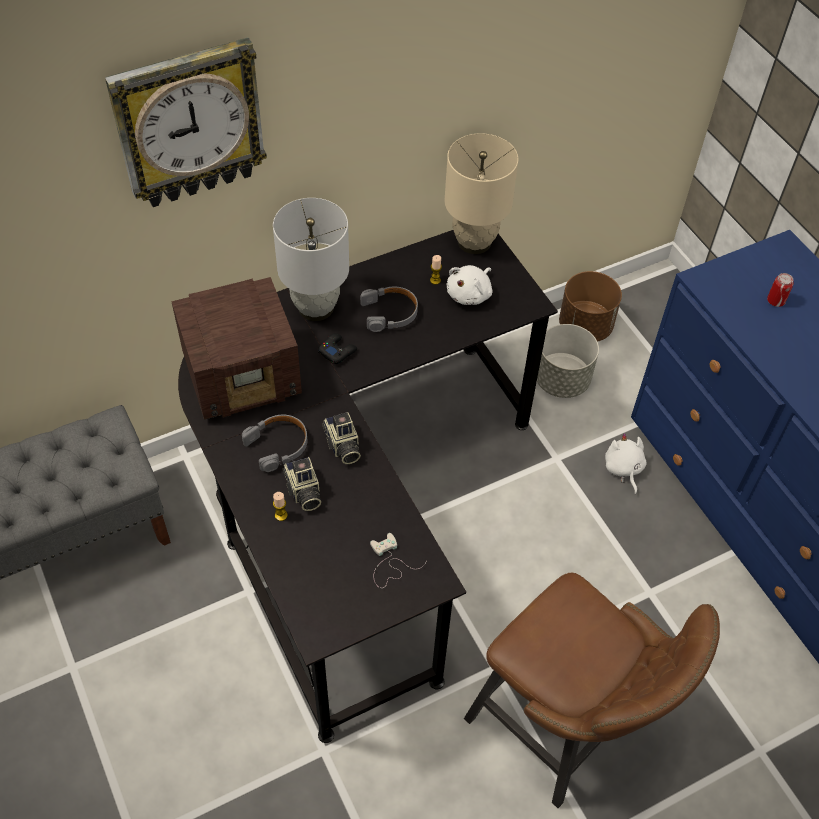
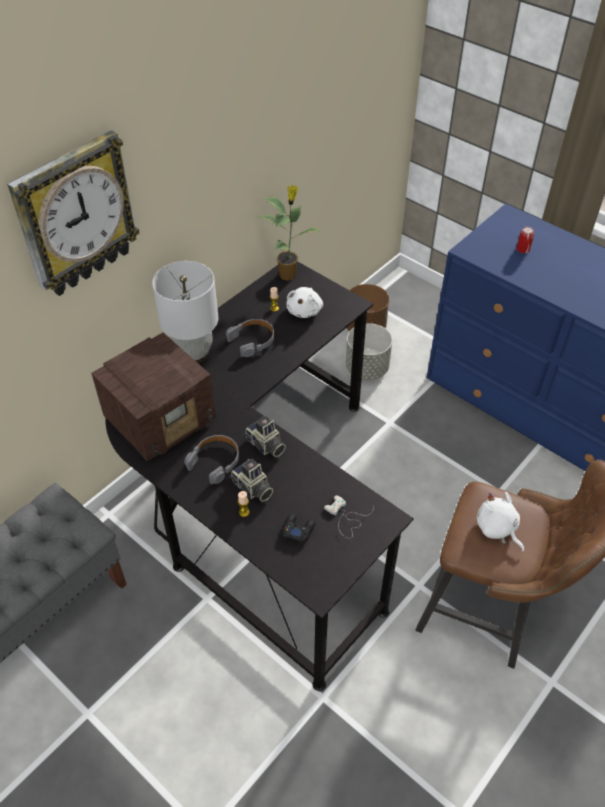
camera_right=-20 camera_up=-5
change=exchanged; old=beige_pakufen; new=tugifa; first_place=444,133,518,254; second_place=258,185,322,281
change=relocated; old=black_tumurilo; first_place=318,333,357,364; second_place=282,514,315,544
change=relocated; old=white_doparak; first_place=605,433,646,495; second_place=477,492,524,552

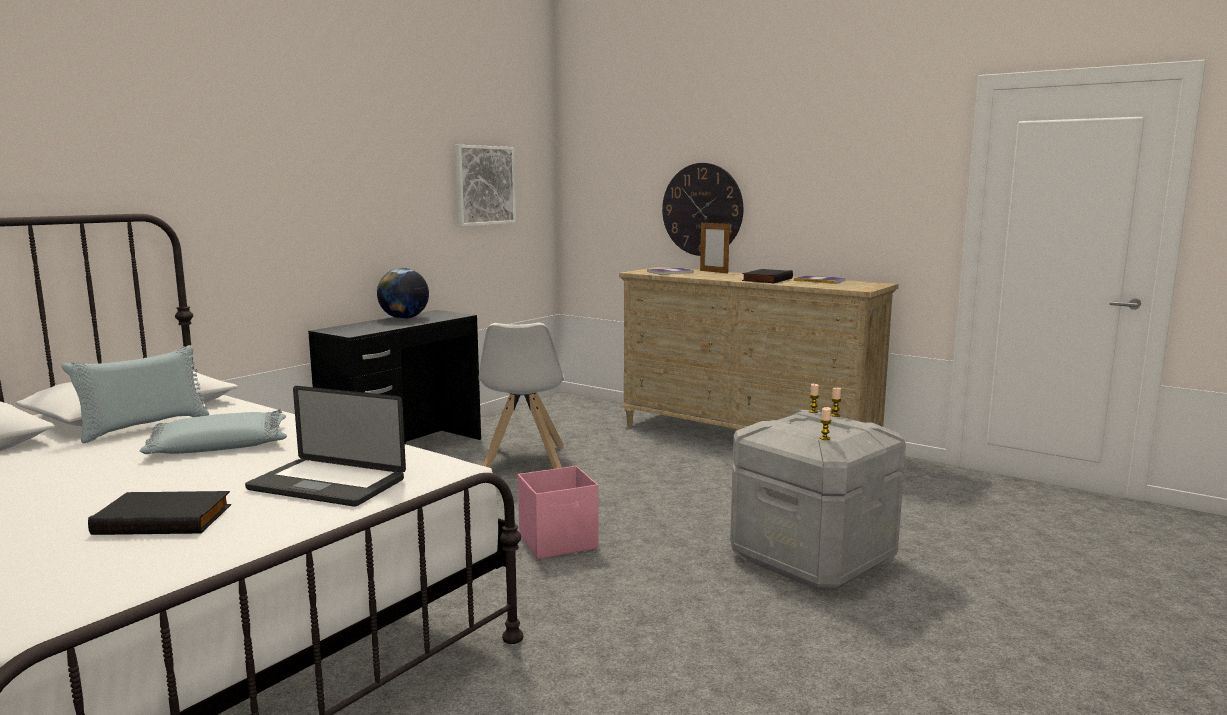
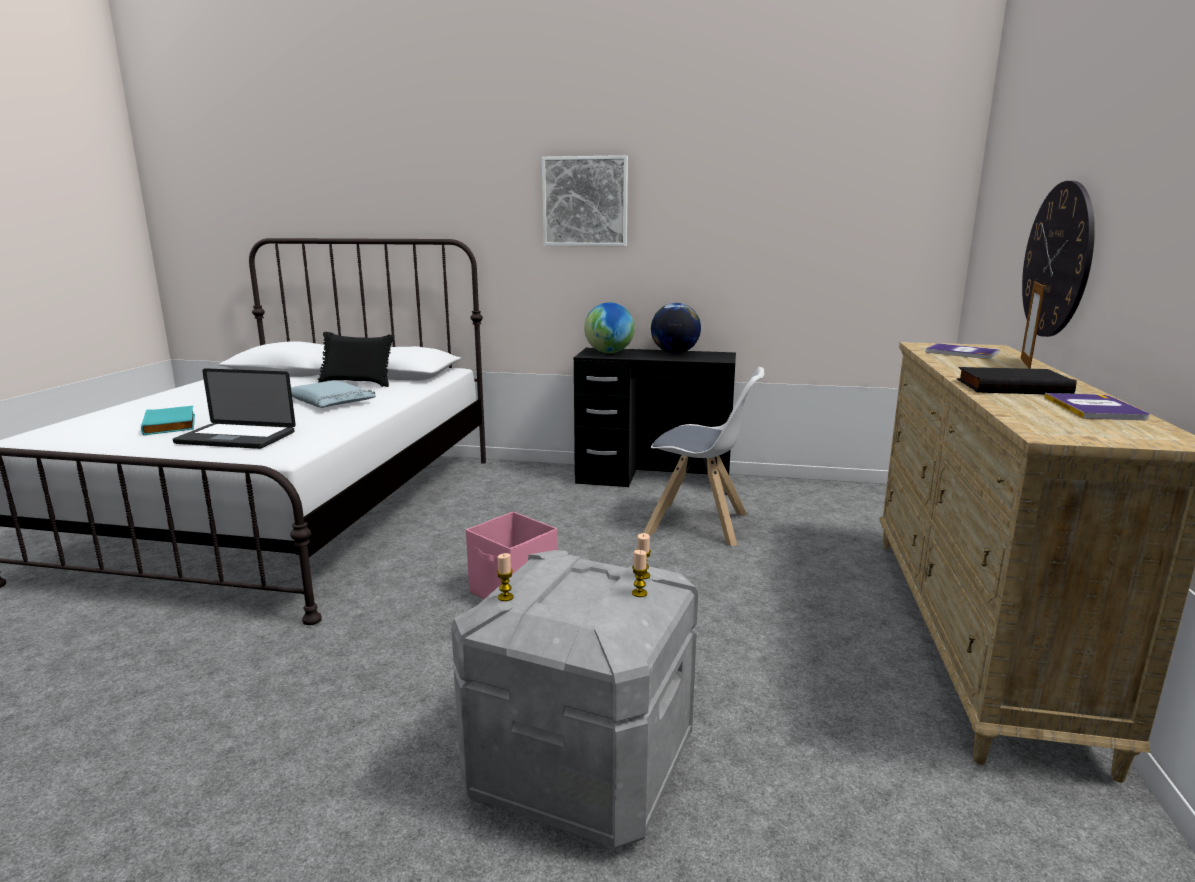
camera_right=65 camera_up=5
change=relocated; old=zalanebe; first_place=455,145,516,226; second_place=542,155,628,247
change=spun; old=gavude; first_place=478,323,565,469; second_place=643,367,764,546; degrees=-135
change=colour; old=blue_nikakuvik; new=black_nikakuvik; first_place=62,345,209,443; second_place=318,332,395,387
change=spun; old=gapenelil; first_place=245,386,406,507; second_place=173,368,296,449; degrees=-75
change=colour; old=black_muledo; new=turquoise_muledo; first_place=88,491,231,535; second_place=141,406,195,436
change=appeared; new=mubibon; second_place=584,302,635,353

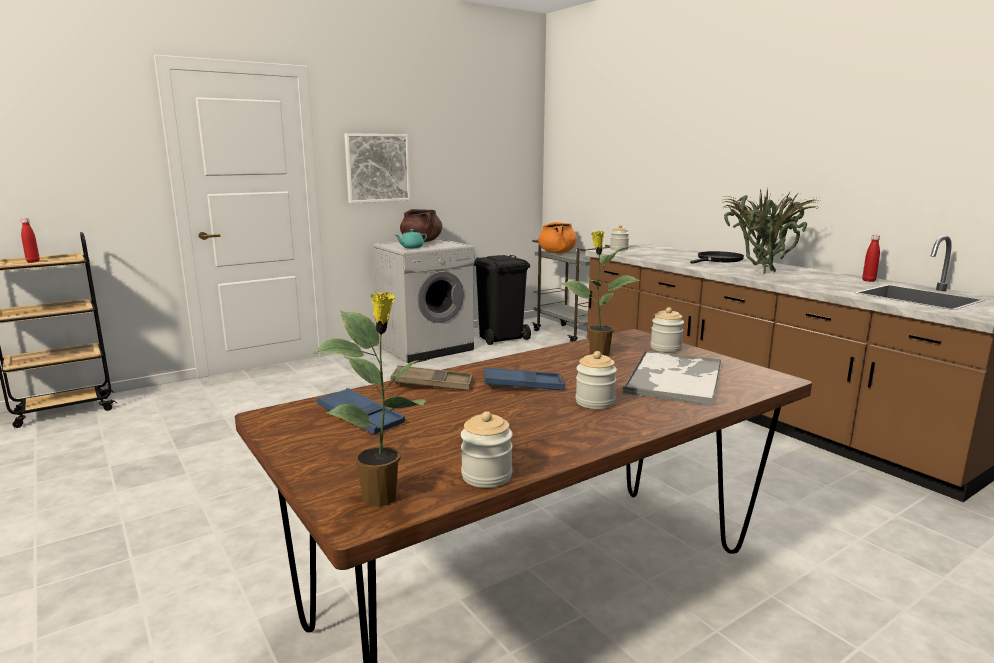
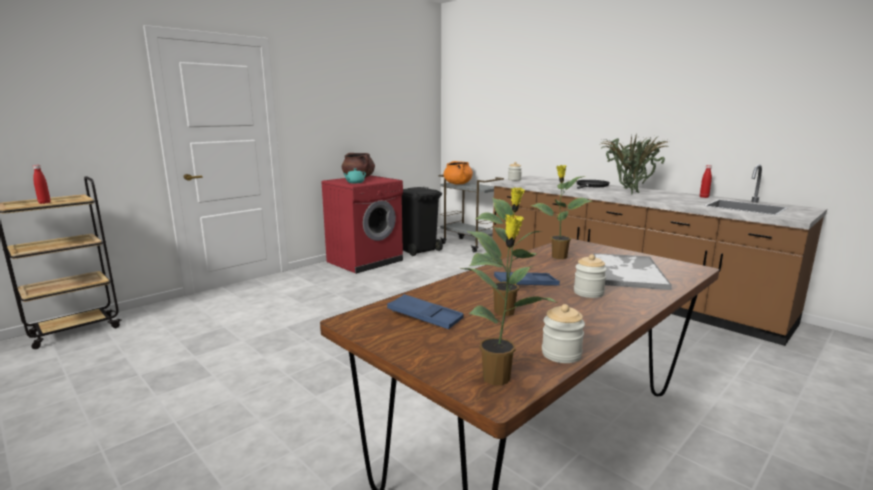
camera_right=-10 camera_up=0
change=missing; old=zalanebe; first_place=344,133,410,203
change=colour; old=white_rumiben; new=red_rumiben; first_place=373,238,475,363; second_place=322,175,403,274
change=missing; old=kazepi; first_place=650,307,684,352
change=missing; old=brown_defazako; first_place=391,365,473,390
change=appeared; new=tugifa; second_place=475,187,543,316

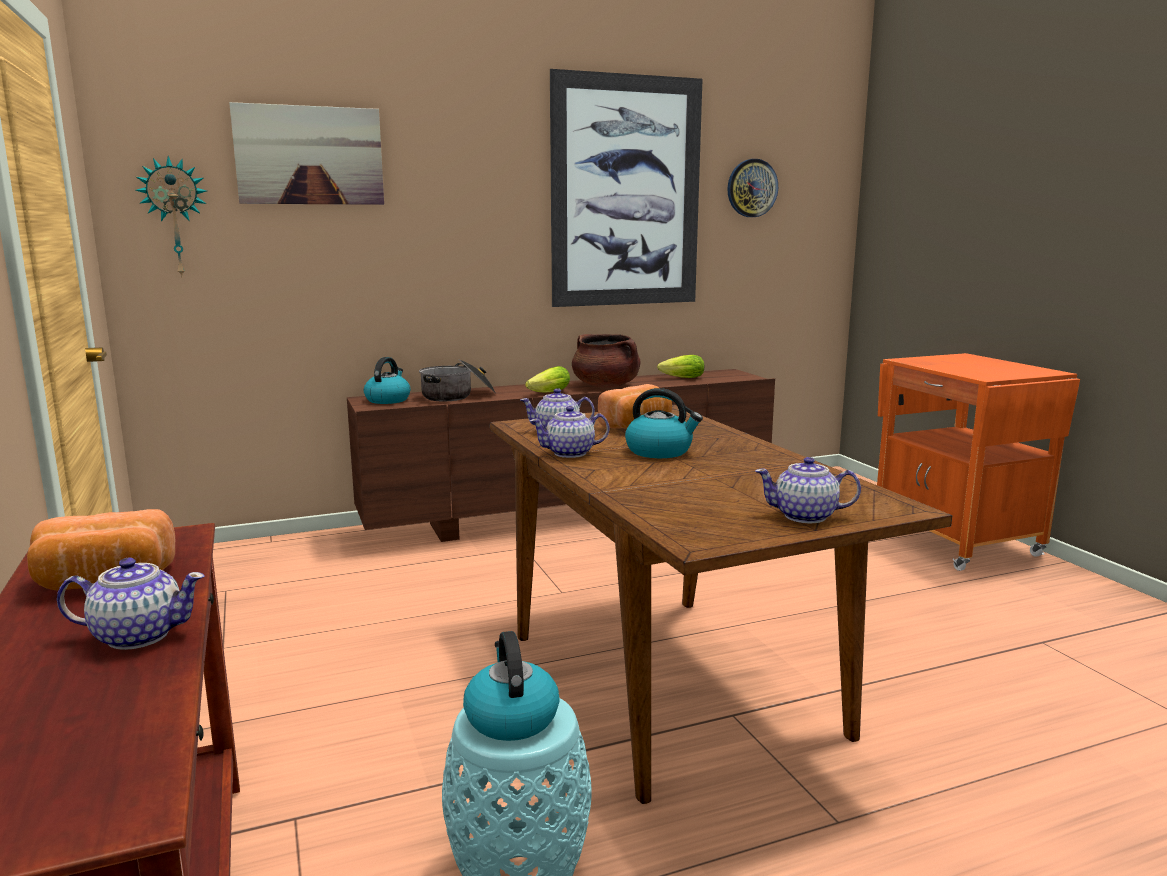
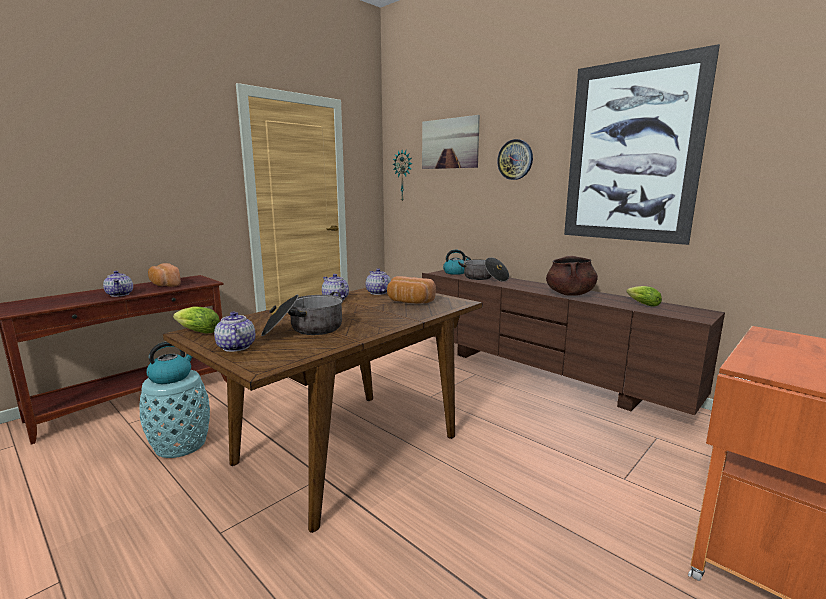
camera_right=65 camera_up=0
change=relocated; old=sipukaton; first_place=728,159,778,217; second_place=497,139,533,180
change=relocated; old=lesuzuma; first_place=525,366,570,392; second_place=173,307,220,334
change=missing; old=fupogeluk; first_place=625,388,703,458
change=appeared; new=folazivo; second_place=261,292,343,336

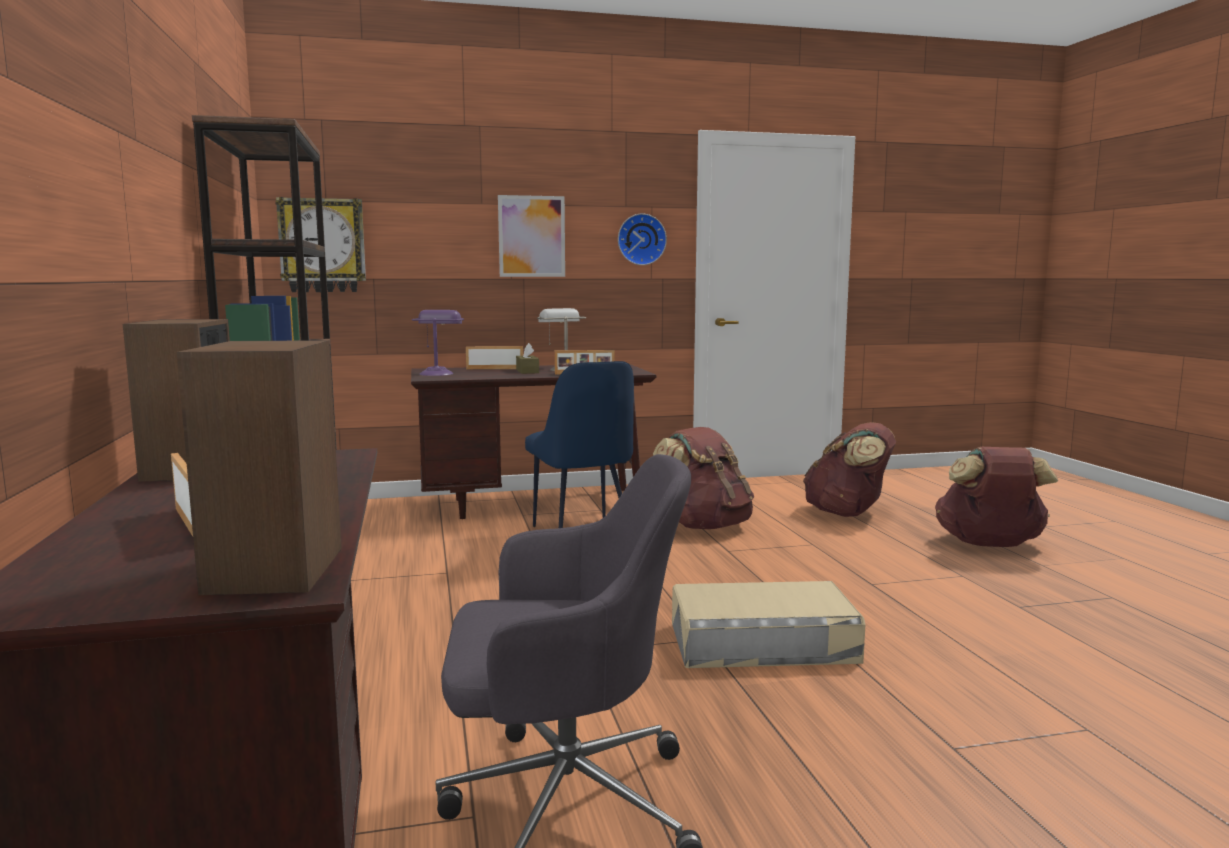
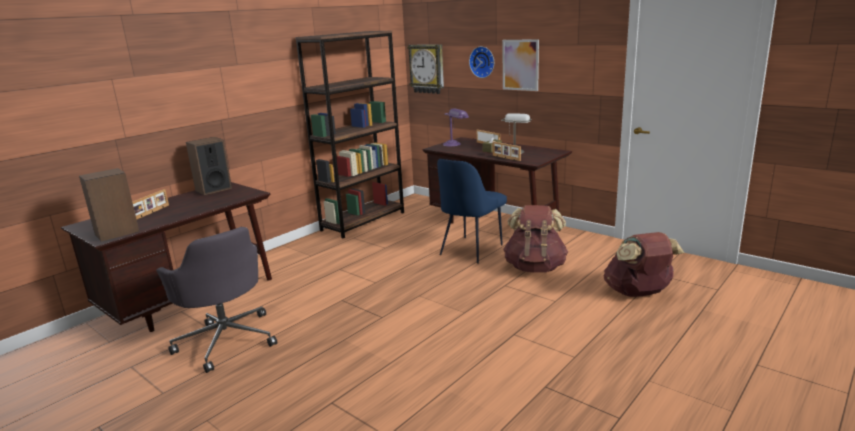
camera_right=55 camera_up=10
change=relocated; old=sipukaton; first_place=618,213,667,265; second_place=469,46,494,78
change=missing; old=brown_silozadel; first_place=935,447,1058,547
change=missing; old=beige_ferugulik; first_place=672,581,865,668

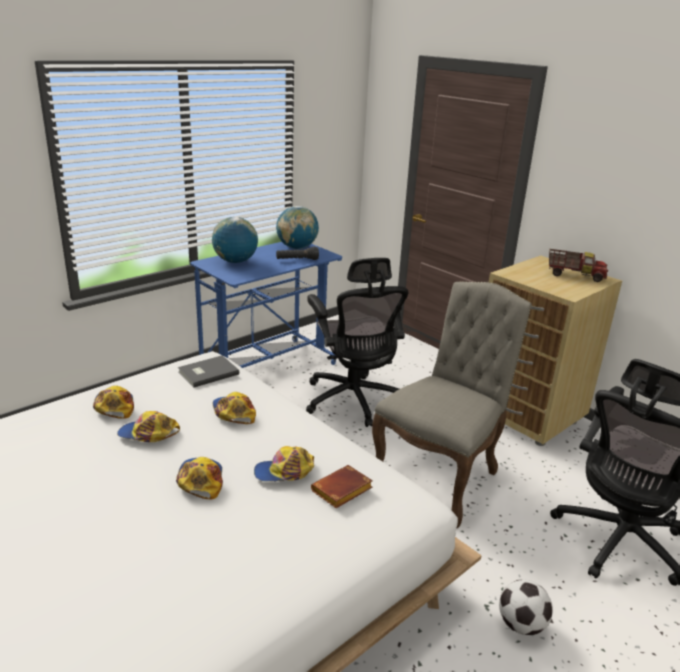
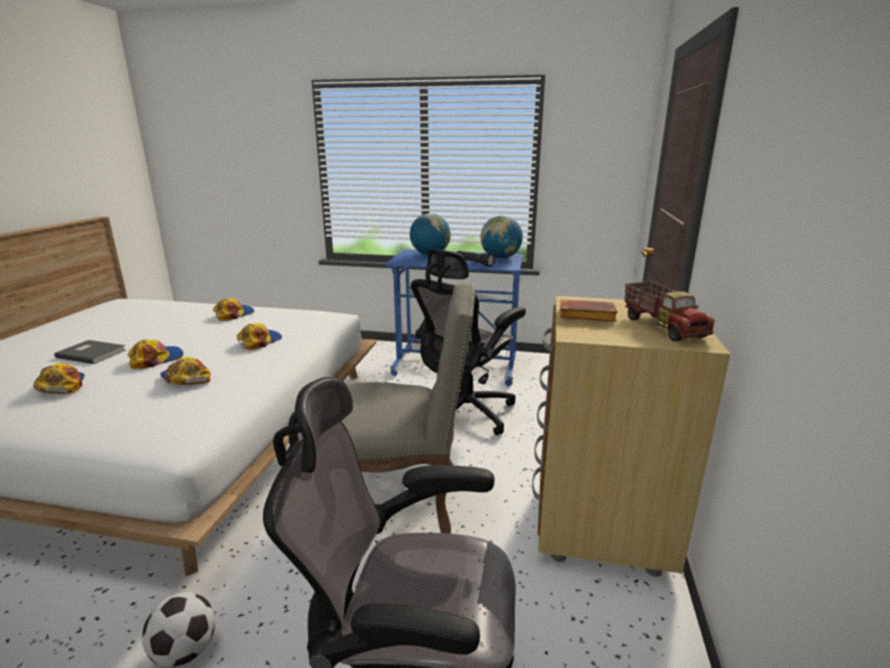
camera_right=55 camera_up=-5
change=relocated; old=grey_muledo; first_place=178,355,239,388; second_place=54,340,126,364
change=relocated; old=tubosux; first_place=117,411,180,442; second_place=33,363,85,394
change=relocated; old=brown_muledo; first_place=311,465,373,508; second_place=560,299,618,322

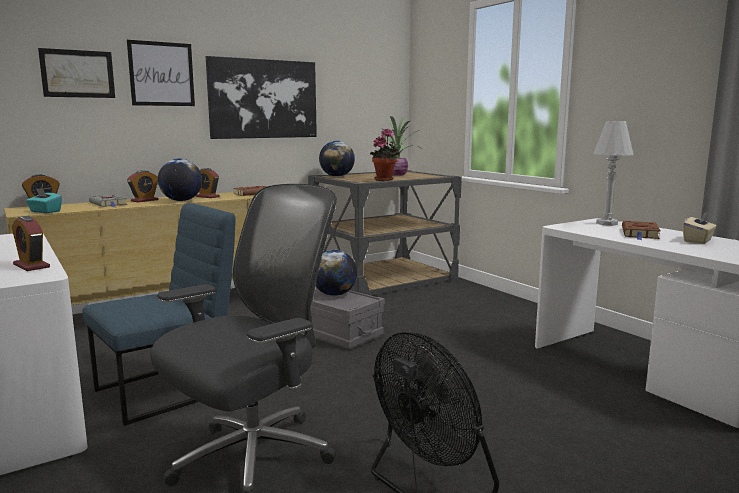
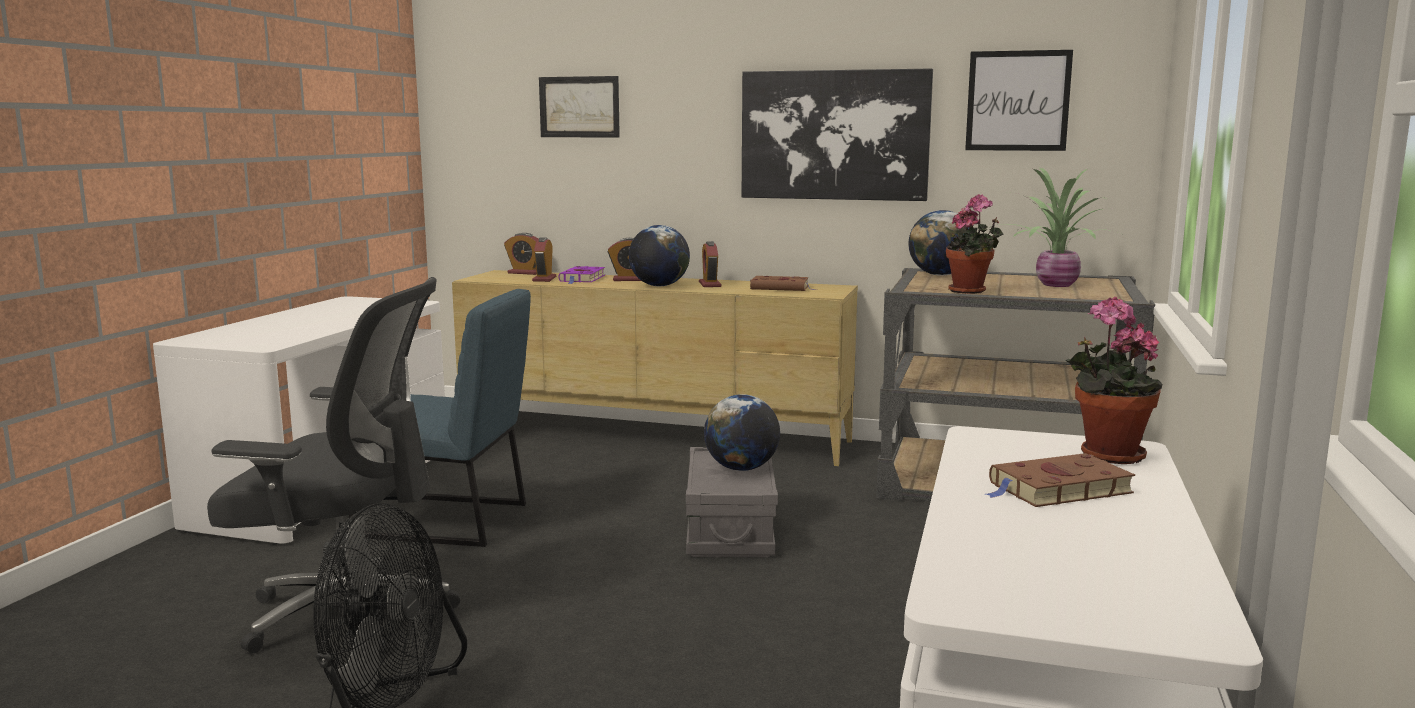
camera_right=50 camera_up=0
change=relocated; old=zalanebe; first_place=127,40,195,106; second_place=965,50,1073,151
change=exchanged; old=white_pakufen; new=tugifa; first_place=593,121,634,226; second_place=1066,297,1162,464
change=missing; old=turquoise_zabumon; first_place=26,188,62,213
change=colour; old=grey_muledo; new=purple_muledo; first_place=89,194,127,207; second_place=558,266,605,284
change=missing; old=beige_zabumon; first_place=683,212,716,244
change=relocated; old=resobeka; first_place=12,216,50,271; second_place=532,237,556,282

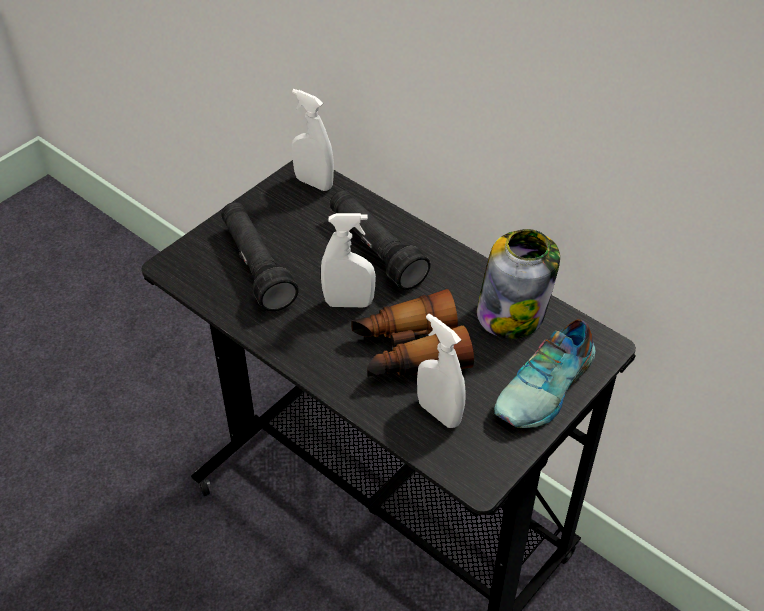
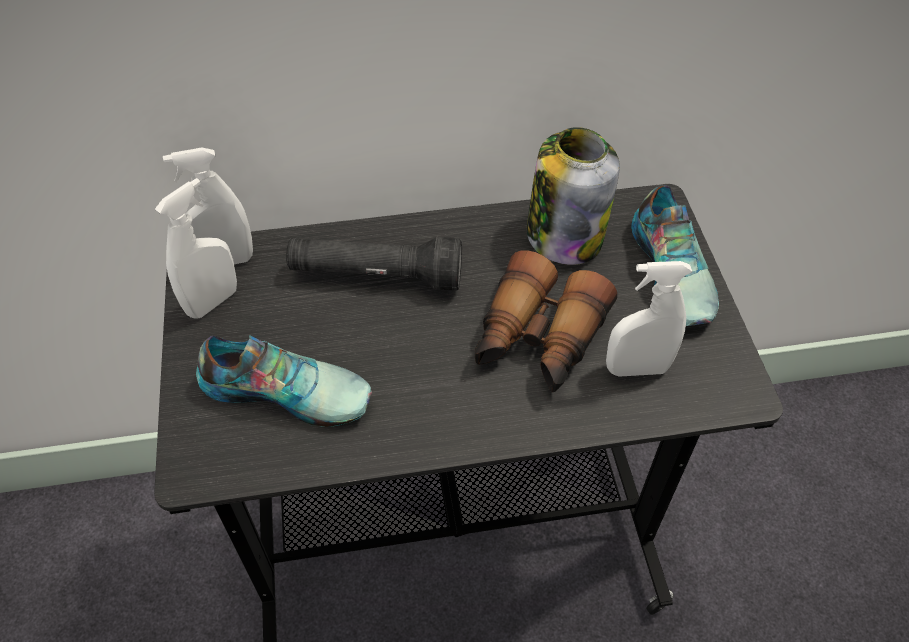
camera_right=-50 camera_up=5
change=exchanged; old=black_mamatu; new=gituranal; first_place=221,202,299,311; second_place=196,335,372,427
change=relocated; old=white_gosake; first_place=321,213,376,307; second_place=155,178,237,319

